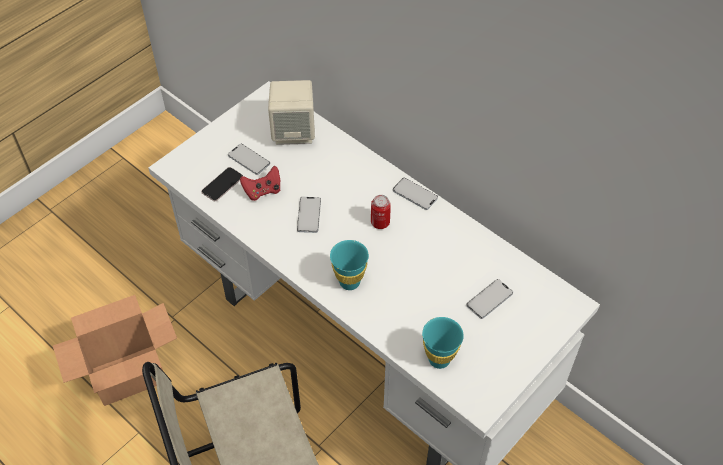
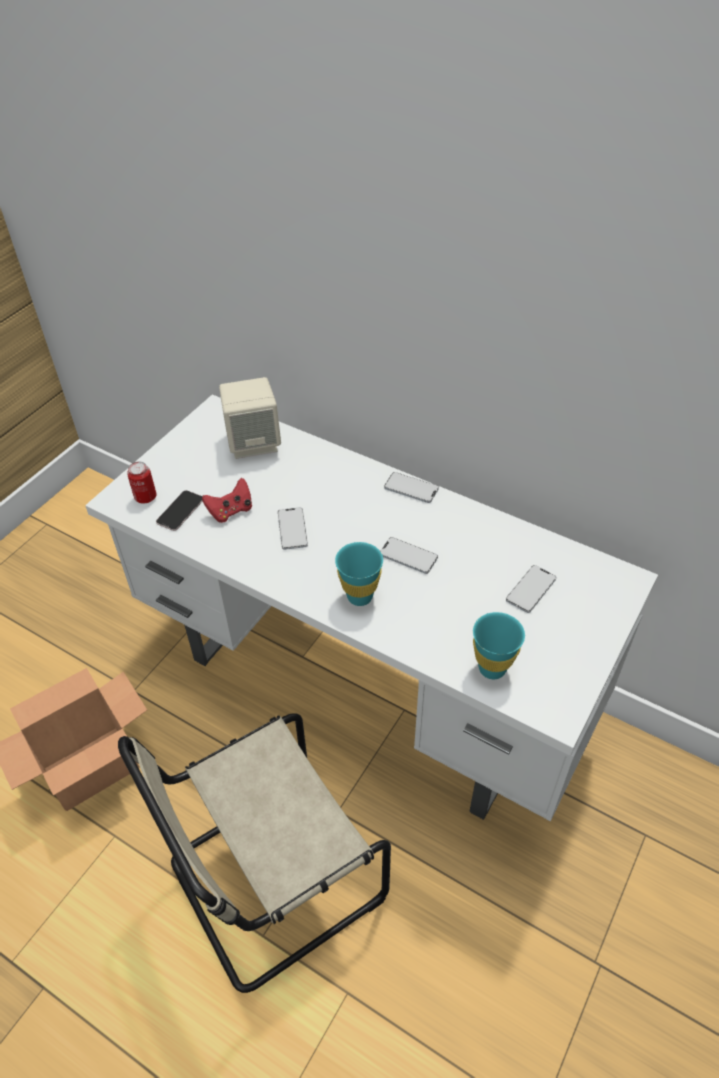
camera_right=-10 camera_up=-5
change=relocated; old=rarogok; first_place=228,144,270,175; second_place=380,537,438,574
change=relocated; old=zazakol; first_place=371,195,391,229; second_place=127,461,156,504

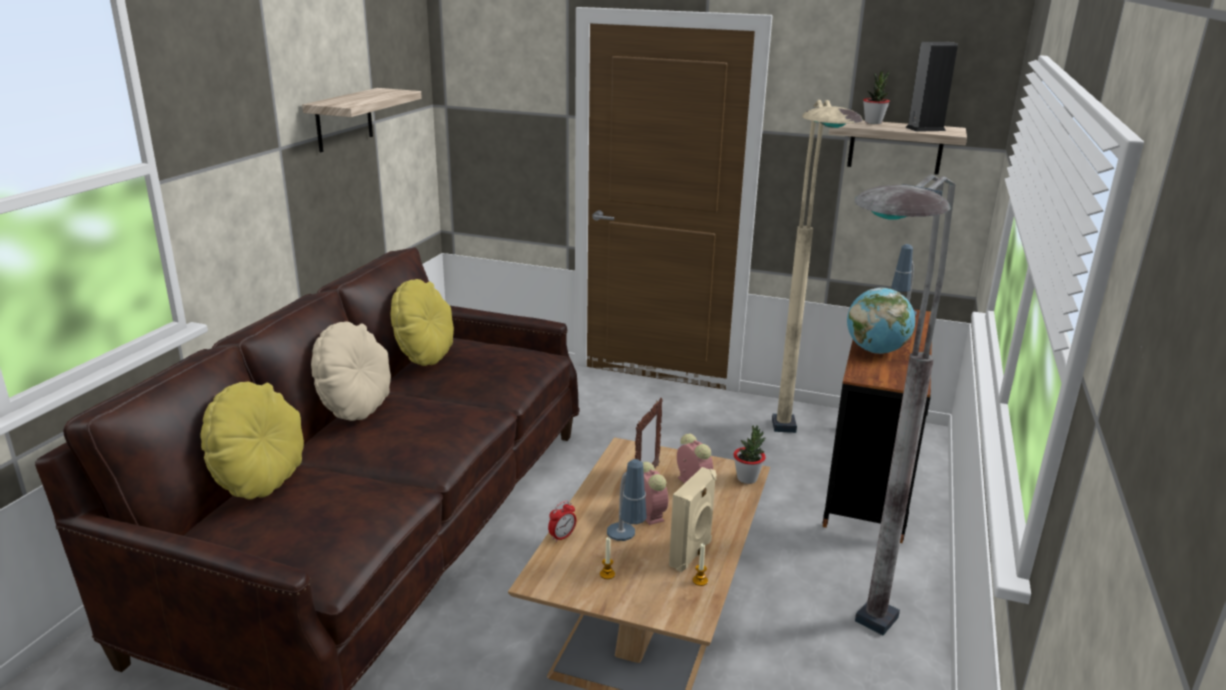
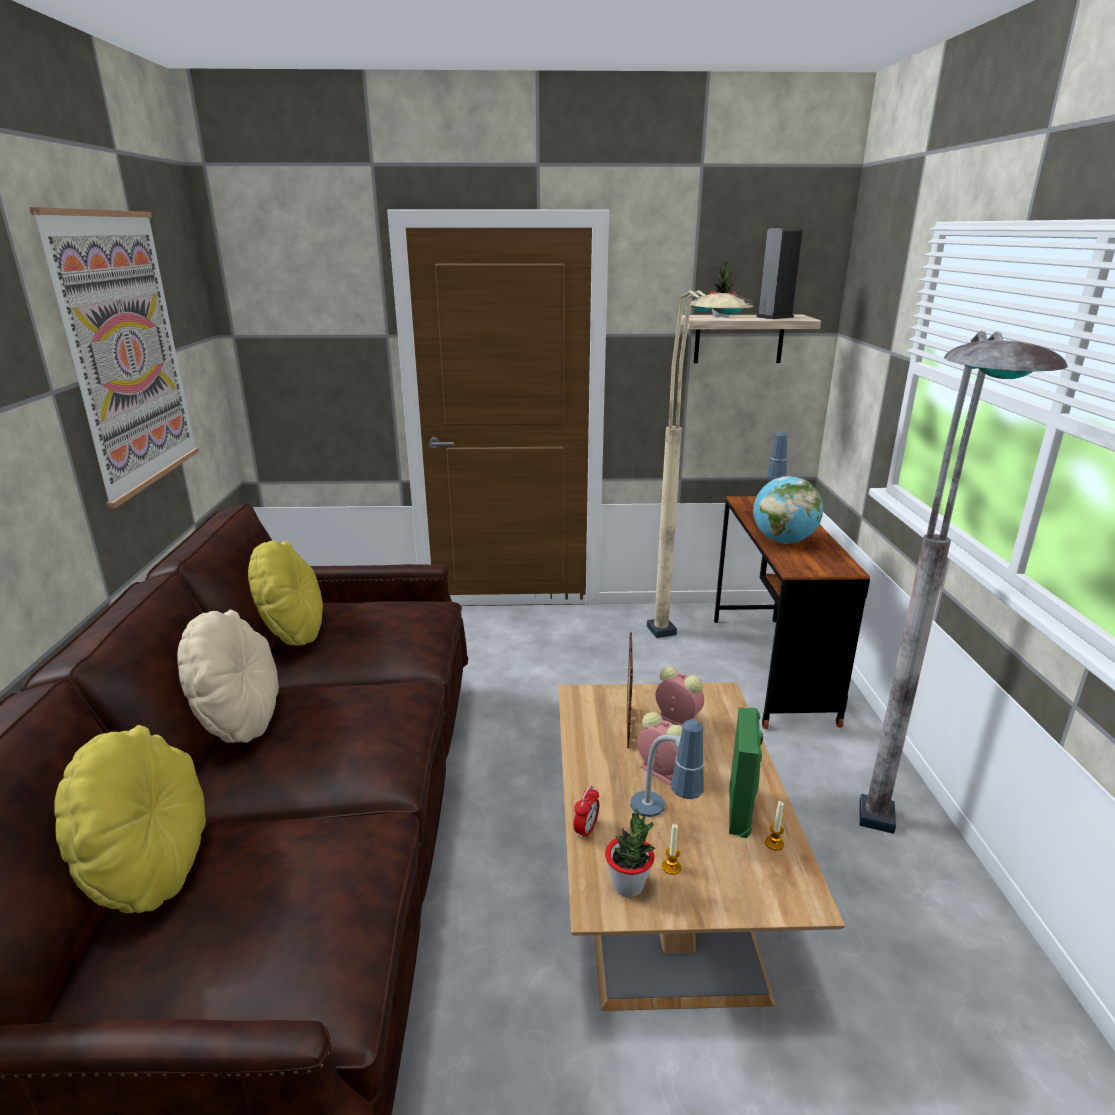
camera_right=-20 camera_up=0
change=exchanged; old=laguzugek; new=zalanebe; first_place=302,88,422,152; second_place=29,207,199,508
change=relocated; old=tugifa; first_place=733,425,765,484; second_place=605,808,655,897
change=colour; old=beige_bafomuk; new=green_bafomuk; first_place=669,467,717,572; second_place=729,707,763,838

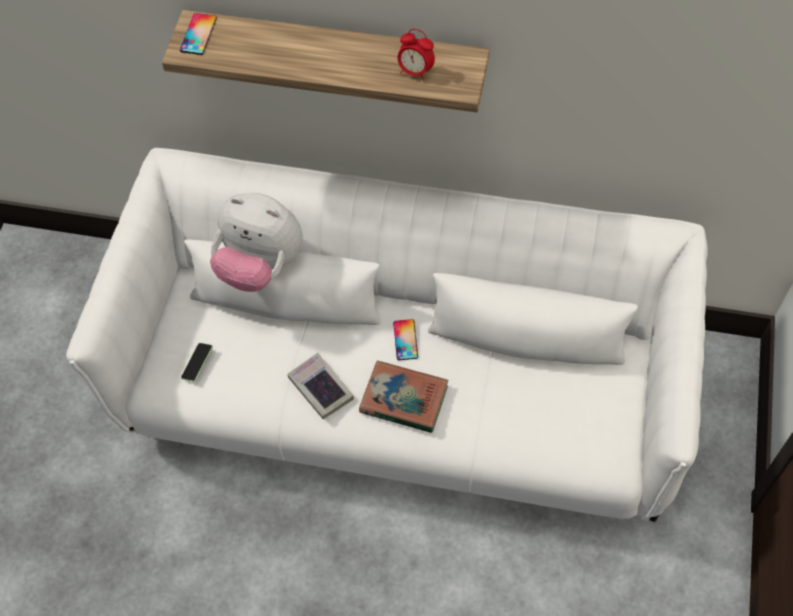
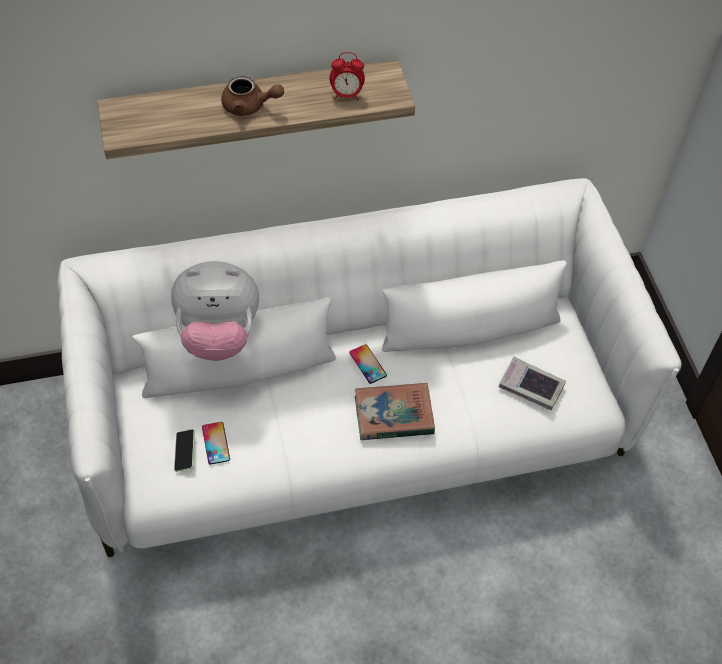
camera_right=-30 camera_up=-5
change=relocated; old=rarogok; first_place=180,13,217,55; second_place=202,422,230,465
change=relocated; old=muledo; first_place=288,353,353,419; second_place=499,357,566,410
change=appeared; new=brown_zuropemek; second_place=221,75,284,116

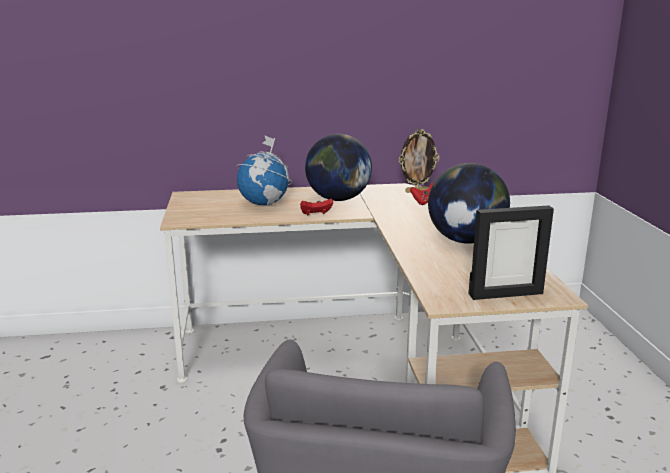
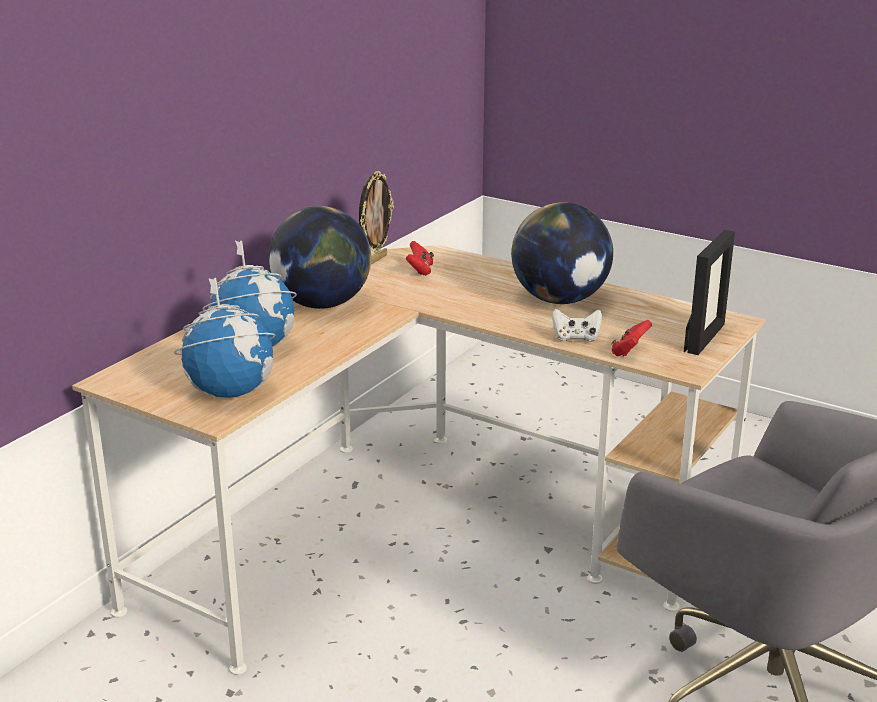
camera_right=-50 camera_up=5
change=relocated; old=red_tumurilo; first_place=300,199,333,216; second_place=611,320,652,357
change=appeared; new=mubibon; second_place=174,278,276,398
change=appeared; new=white_tumurilo; second_place=552,309,602,342

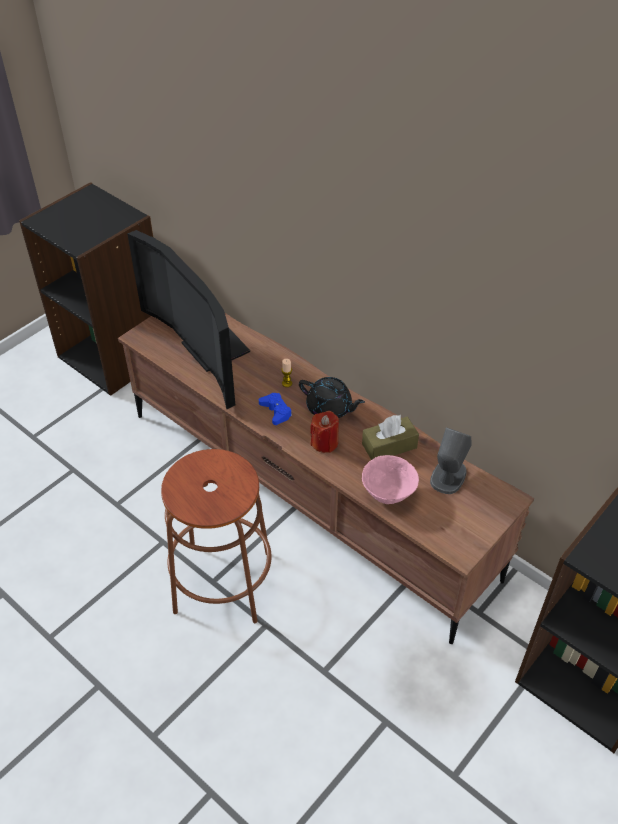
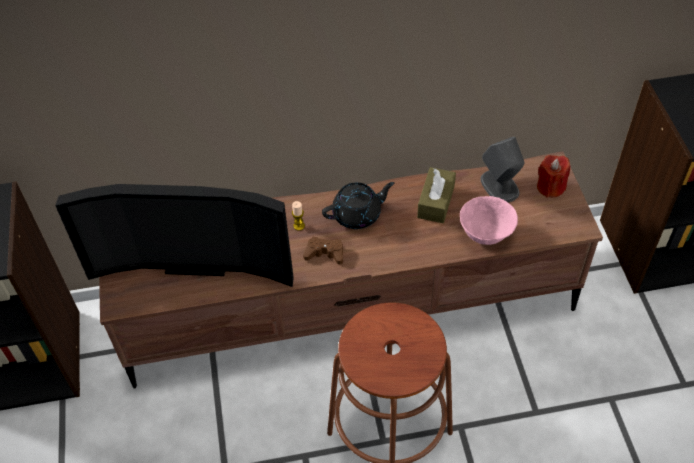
camera_right=-50 camera_up=5
change=colour; old=blue_tumurilo; new=brown_tumurilo; first_place=259,393,292,425; second_place=303,237,343,264
change=relocated; old=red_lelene; first_place=310,411,339,453; second_place=537,155,570,198

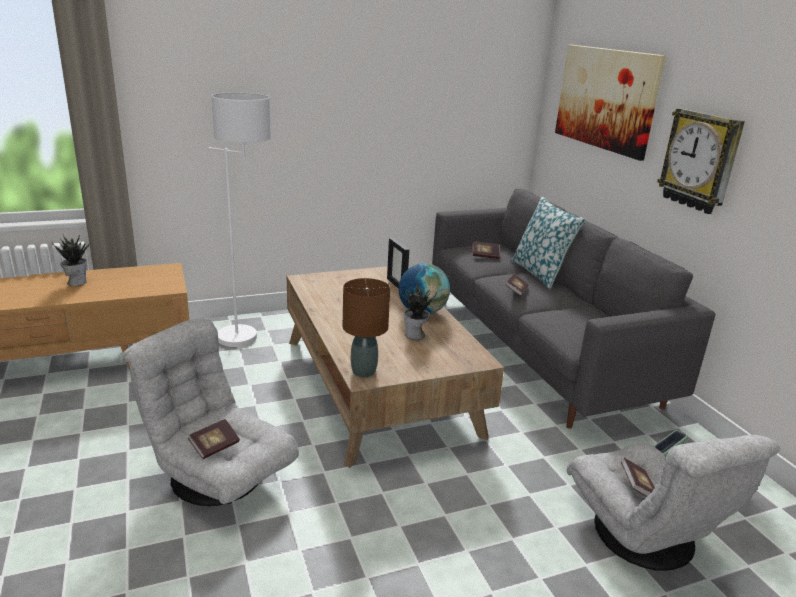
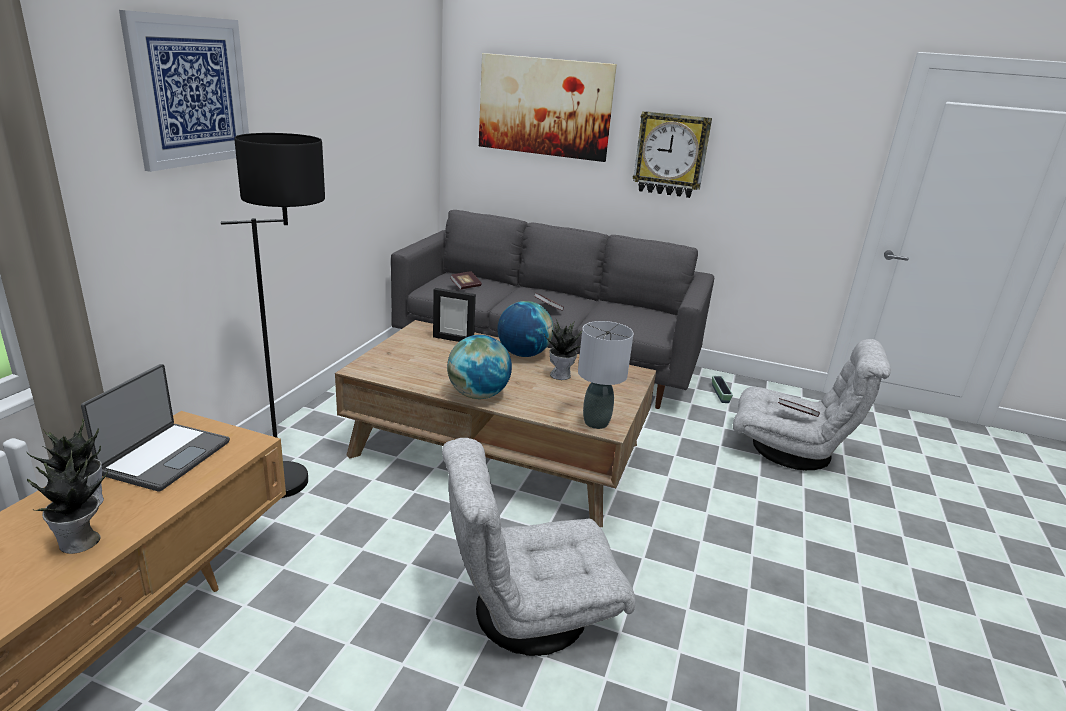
camera_right=-50 camera_up=0
change=colour; old=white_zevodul; new=black_zevodul; first_place=209,92,271,347; second_place=221,133,325,498
change=missing; old=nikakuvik; first_place=510,197,586,289
change=colour; old=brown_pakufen; new=grey_pakufen; first_place=343,278,390,378; second_place=578,321,634,429
change=missing; old=muledo; first_place=188,419,240,459
change=appeared; new=zalanebe; second_place=119,10,249,172
change=appeared; new=mubibon; second_place=447,335,512,399
change=appeared; new=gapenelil; second_place=81,364,230,492
change=appeared; new=tugifa; second_place=27,450,108,554

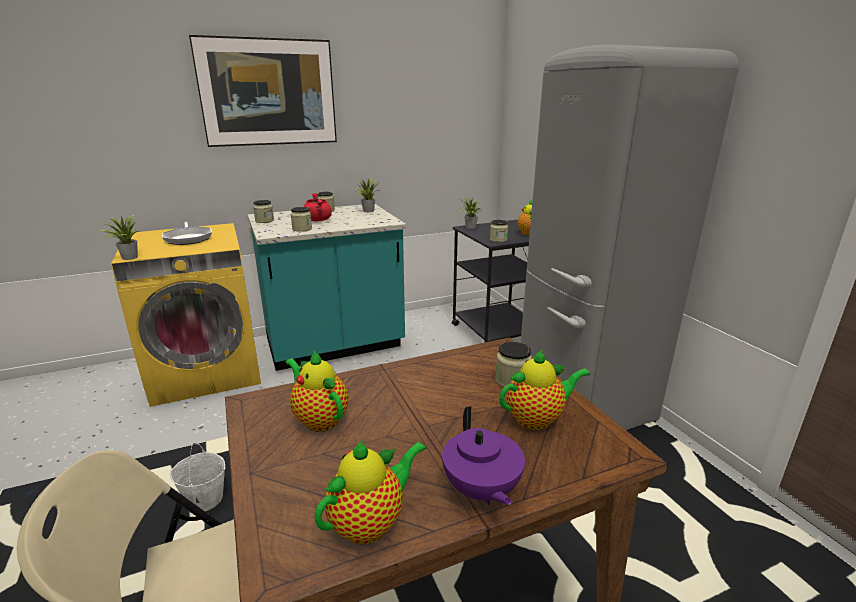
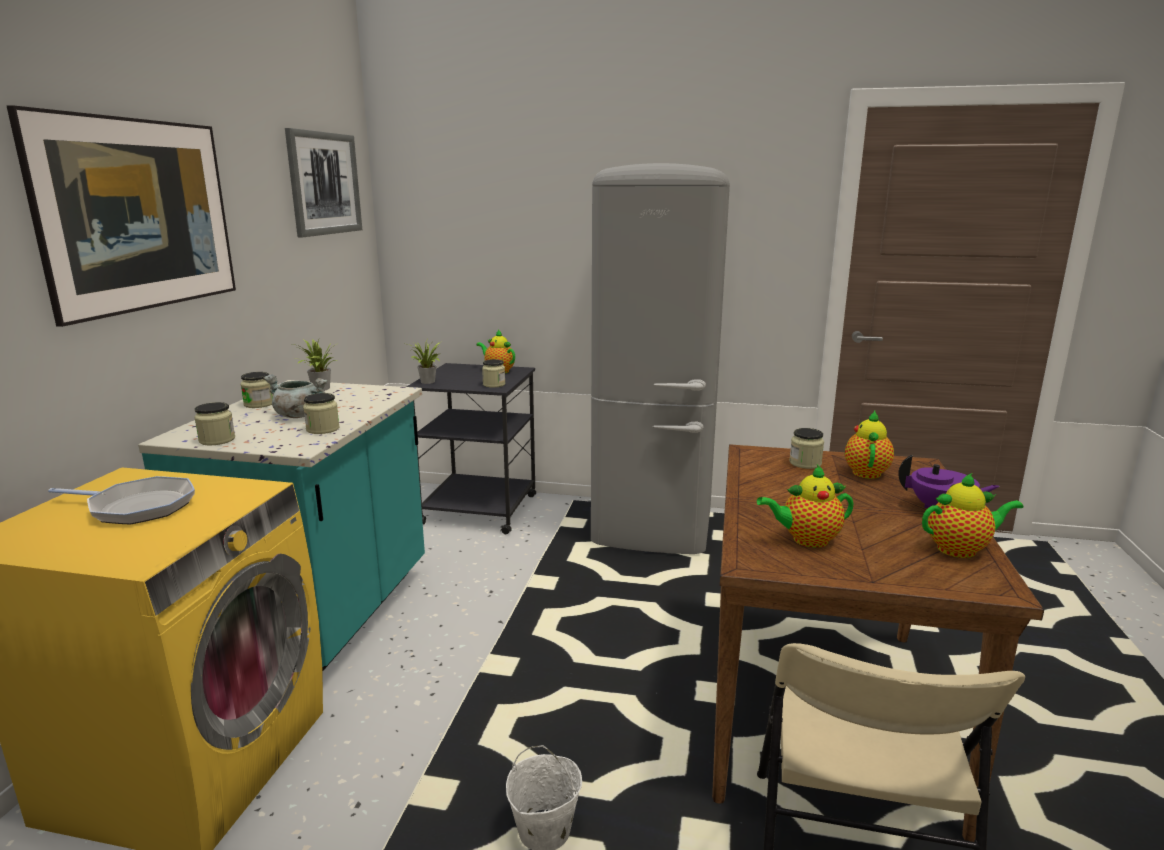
camera_right=-55 camera_up=-5
change=colour; old=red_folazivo; new=grey_folazivo; first_place=303,193,332,221; second_place=263,375,328,418
change=missing; old=tugifa; first_place=100,215,138,260
change=spun; old=zuropemek; first_place=315,440,426,545; second_place=922,473,1024,558; degrees=90
change=appeared; new=zalanebe; second_place=285,128,362,237

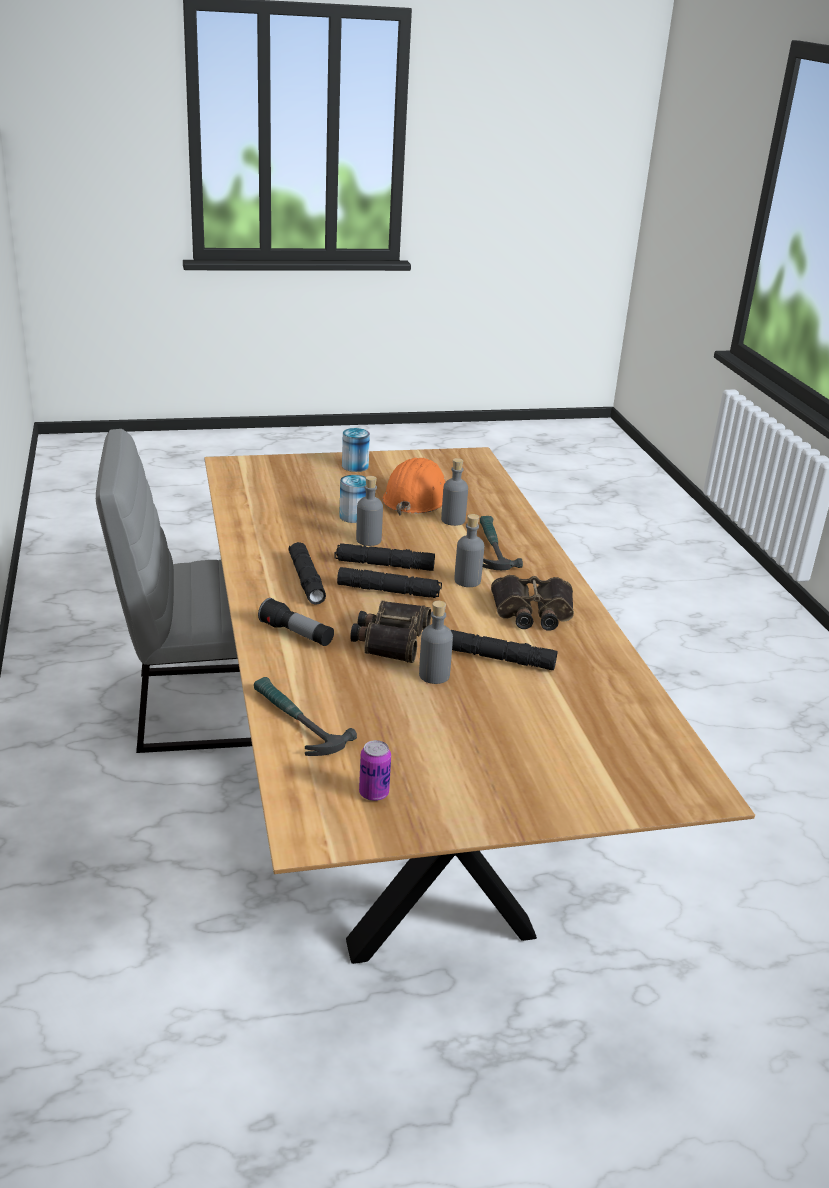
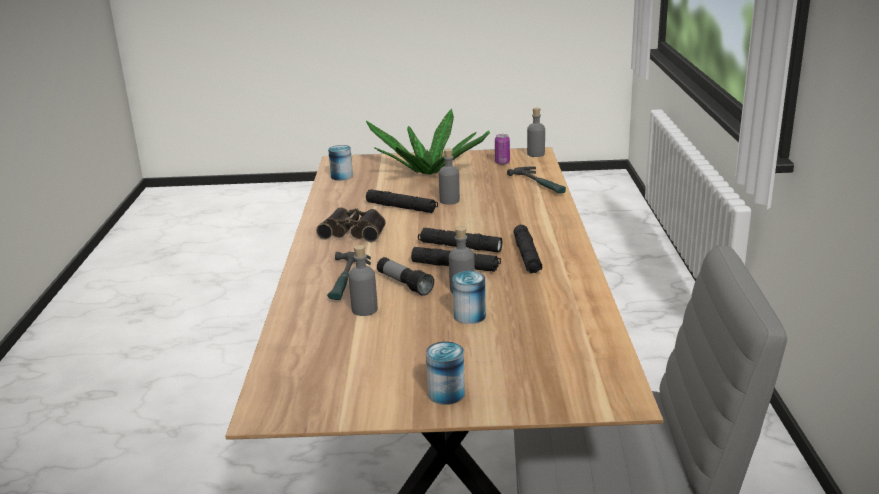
camera_right=-165 camera_up=-5
change=missing; old=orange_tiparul; first_place=382,458,446,515
change=relocated; old=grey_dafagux; first_place=454,514,484,587; second_place=527,108,545,157
change=relocated; old=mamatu; first_place=258,598,334,646; second_place=377,257,434,296
change=missing; old=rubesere; first_place=350,601,431,663
change=appeared; new=tugifa; second_place=366,109,490,175
change=appeared; new=zazakol; second_place=328,145,353,180

